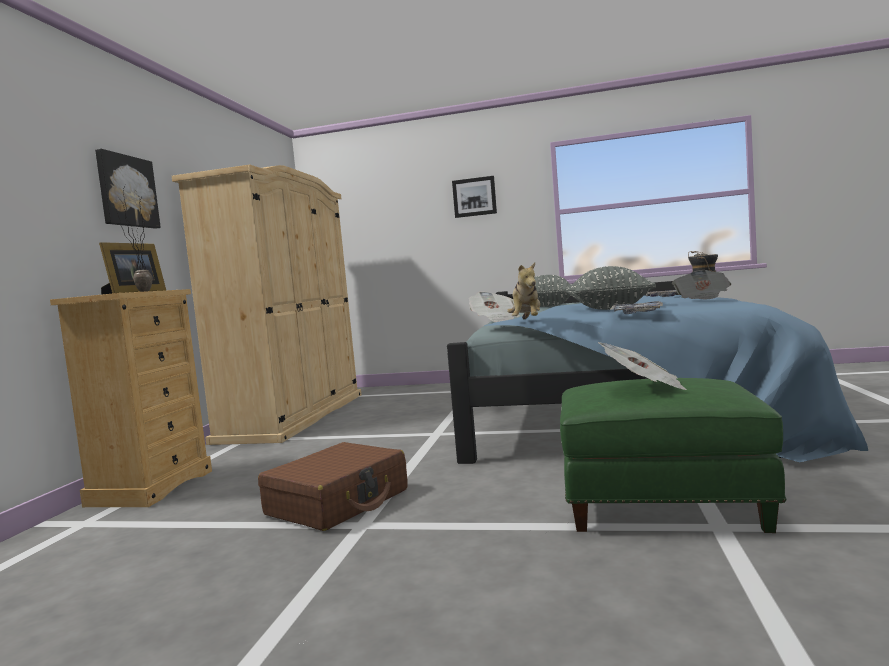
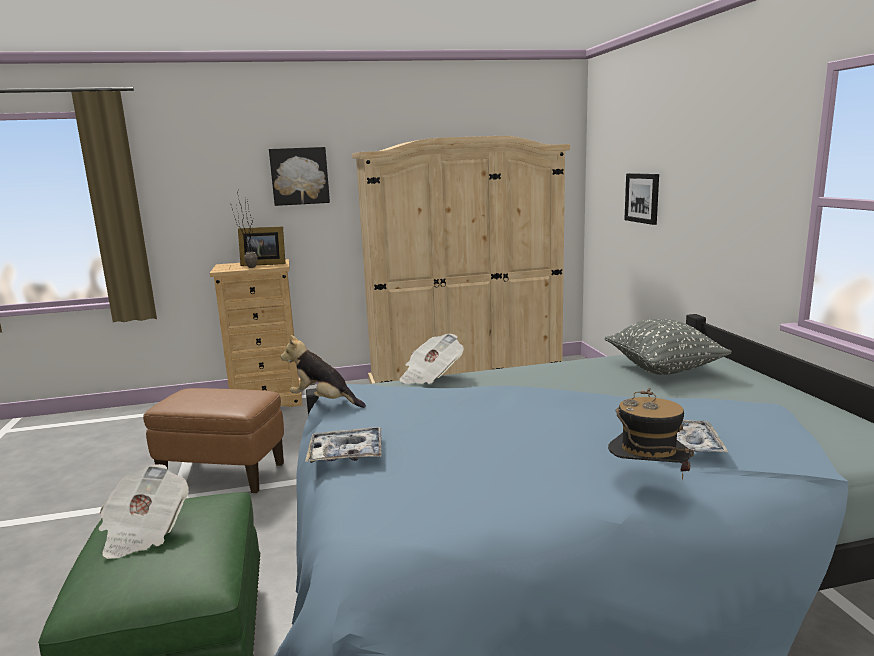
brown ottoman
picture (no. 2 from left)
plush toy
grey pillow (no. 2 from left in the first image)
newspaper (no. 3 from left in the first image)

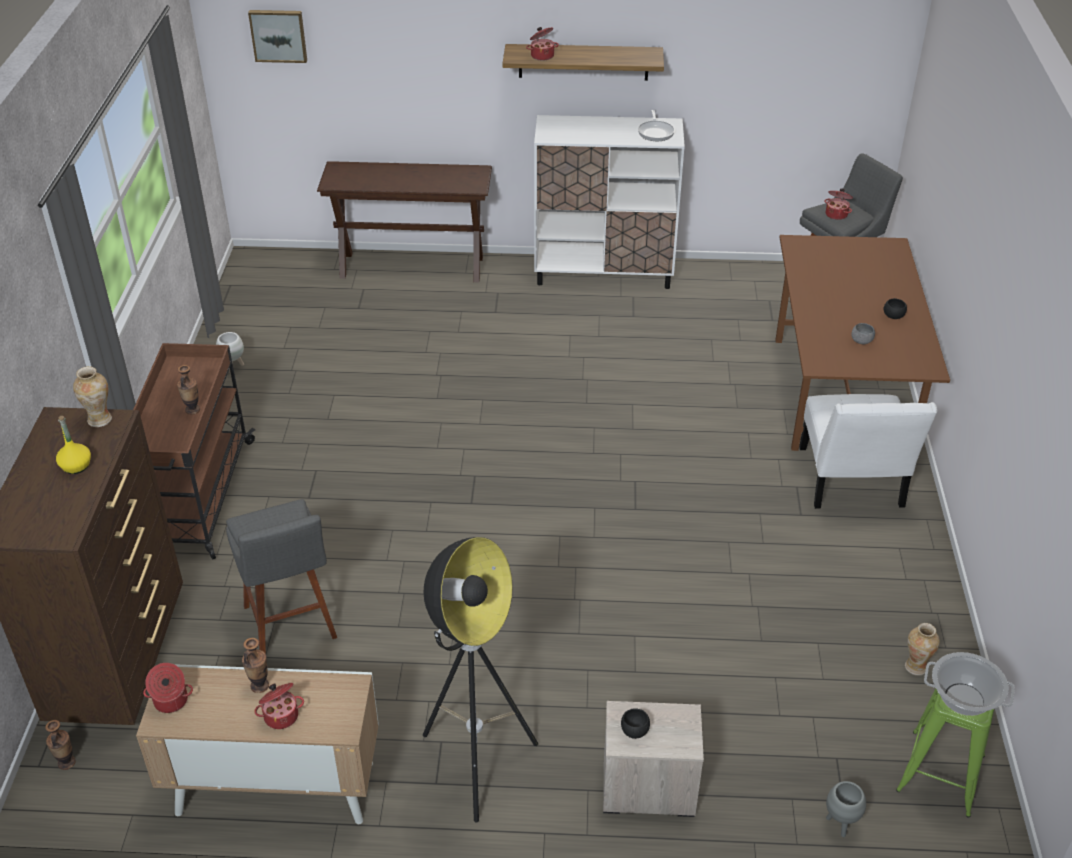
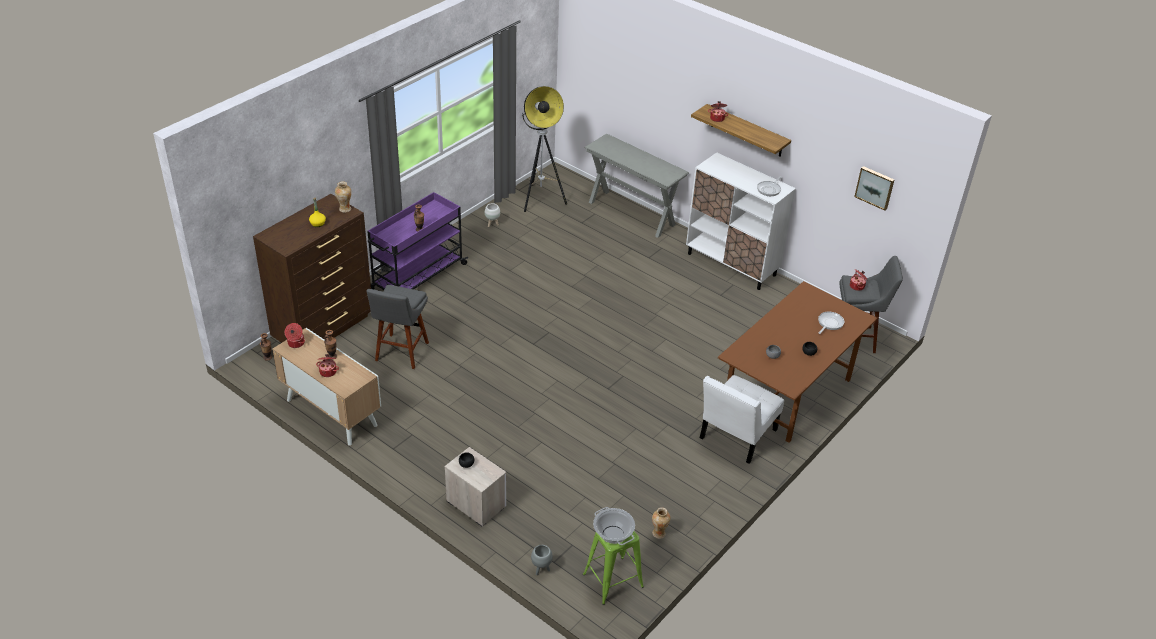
purple cart
picture
grey console table
floor lamp
frying pan (no. 2 from left)

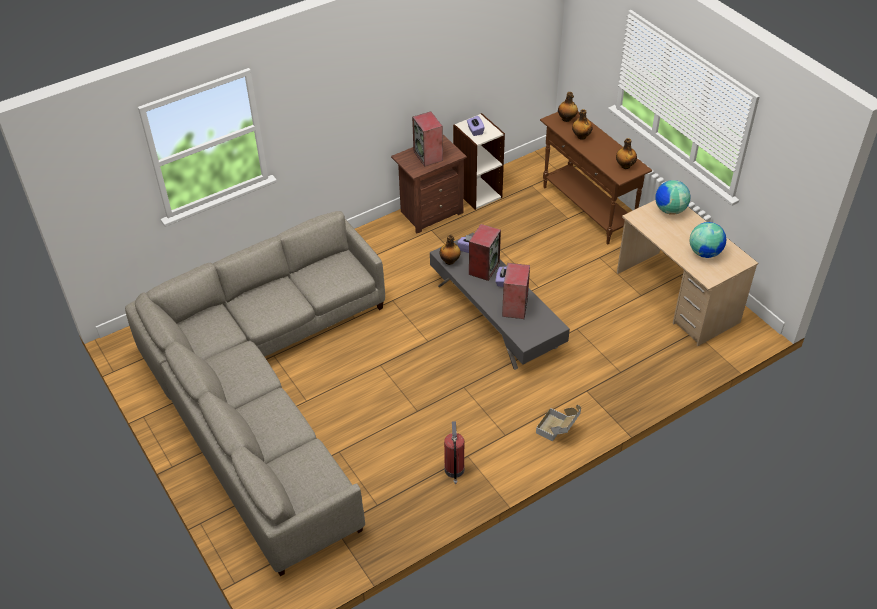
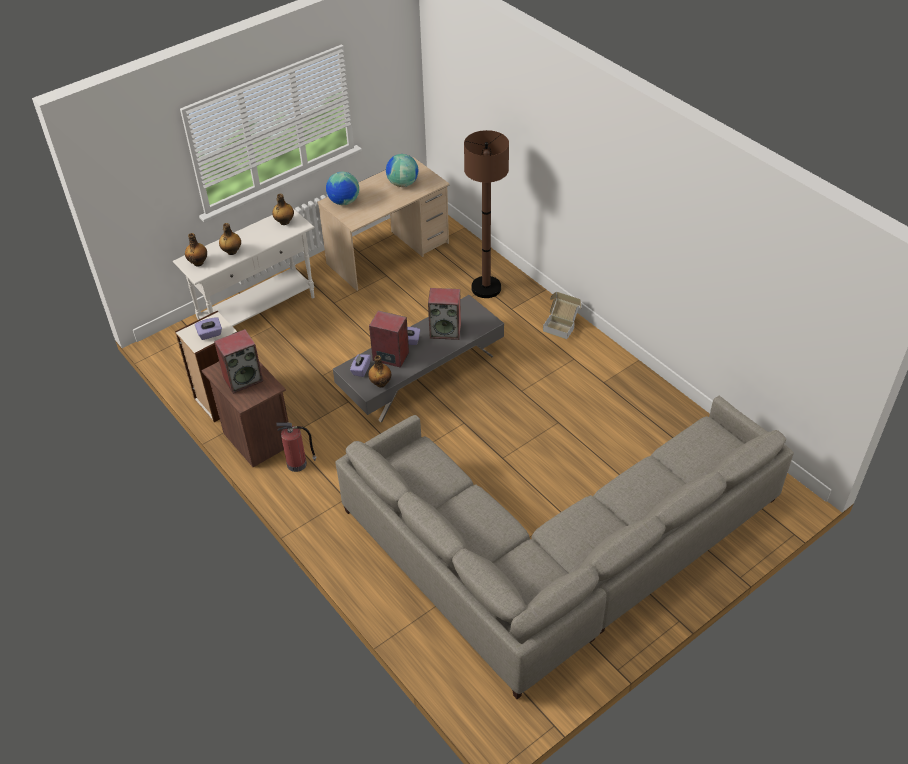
fire extinguisher
white console table
brown floor lamp

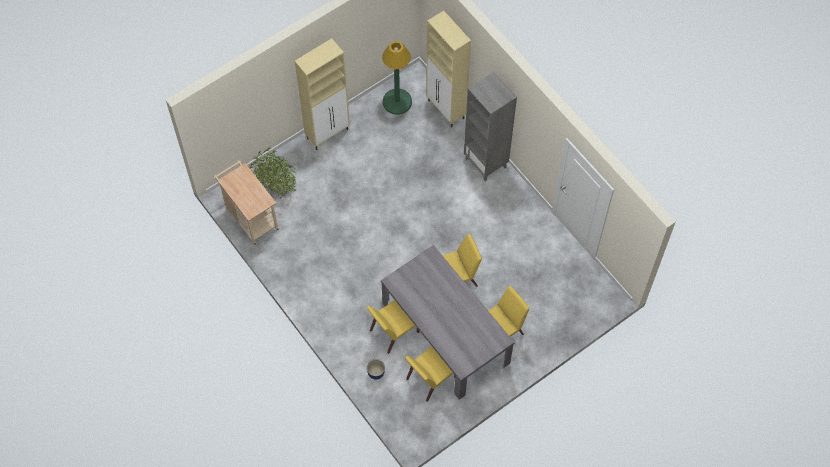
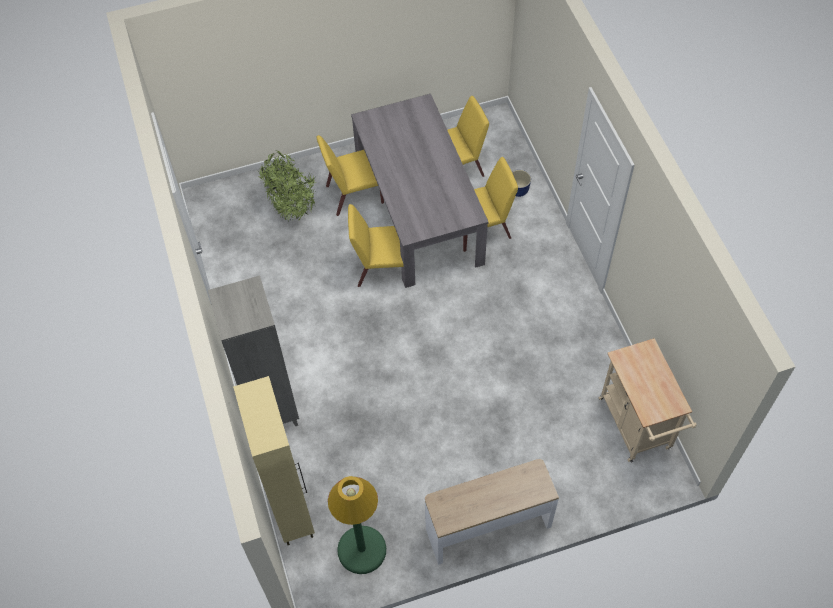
potted plant
console table

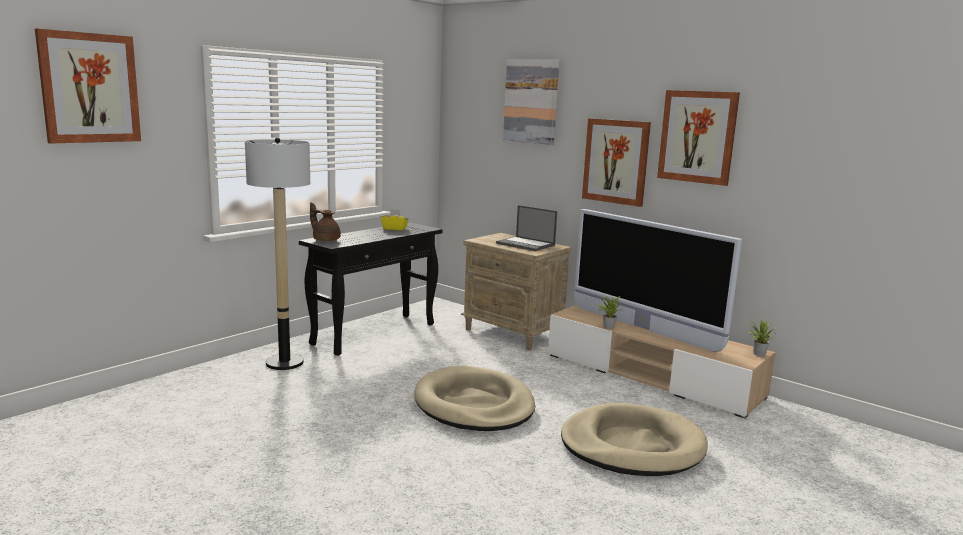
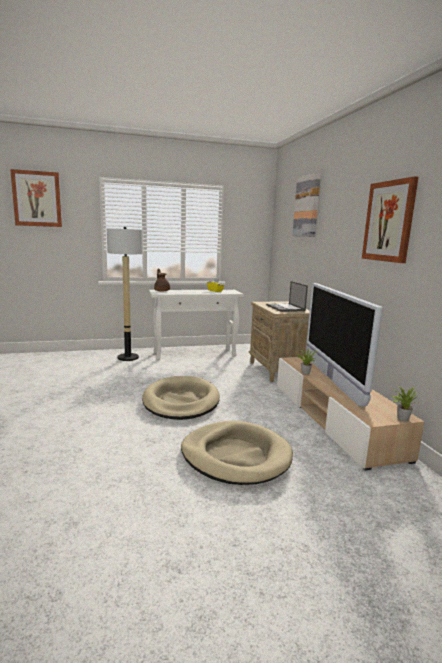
white console table
picture (no. 3 from left in the first image)

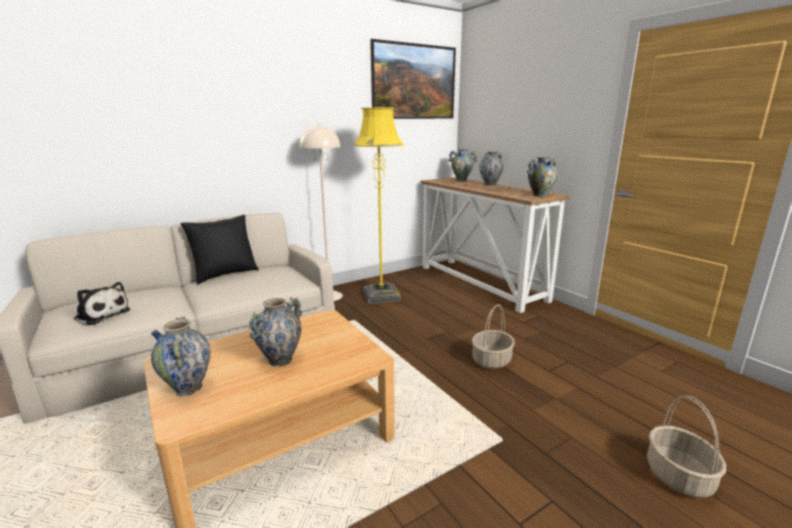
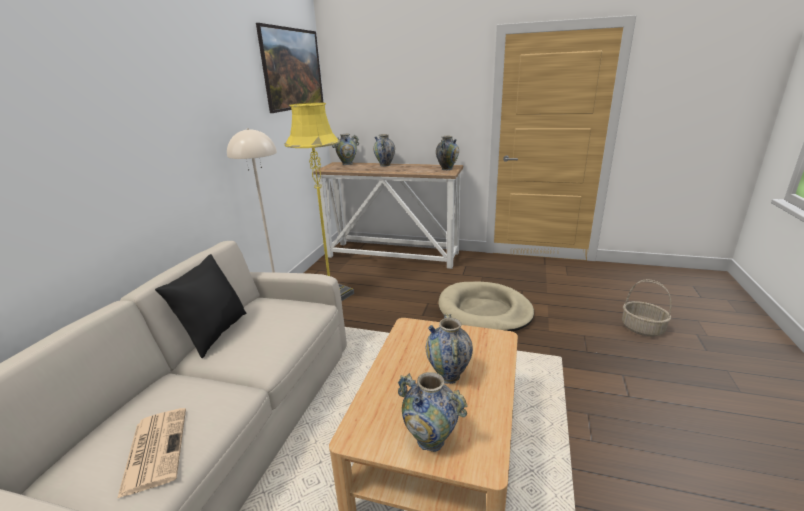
newspaper
beige dog bed

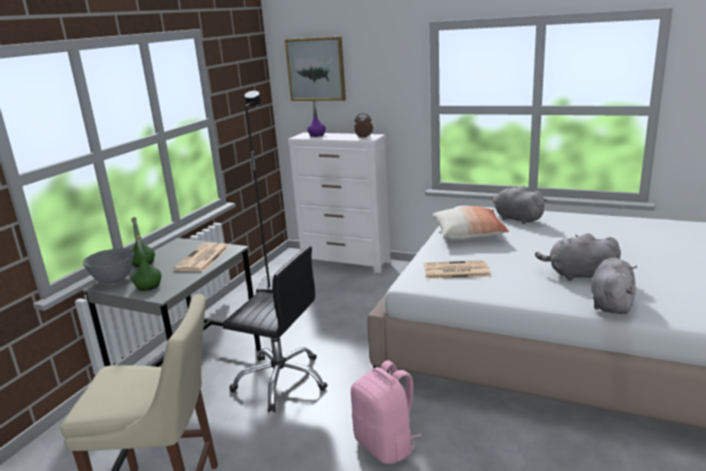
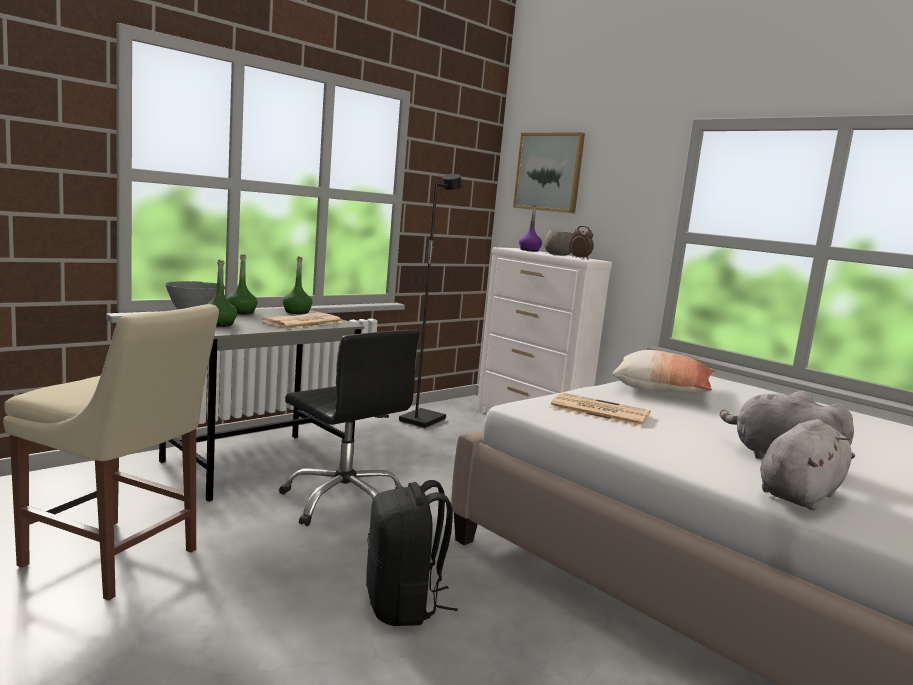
black backpack
grey plush toy (no. 1 from left in the first image)
green bottle (no. 3 from left)
grey bowl (no. 2 from left)

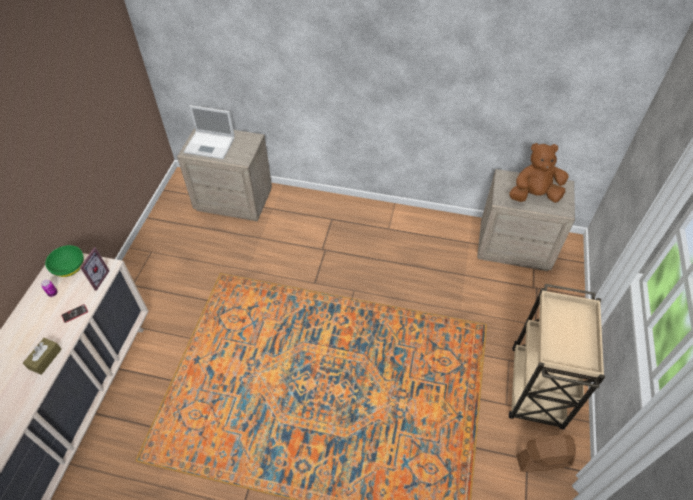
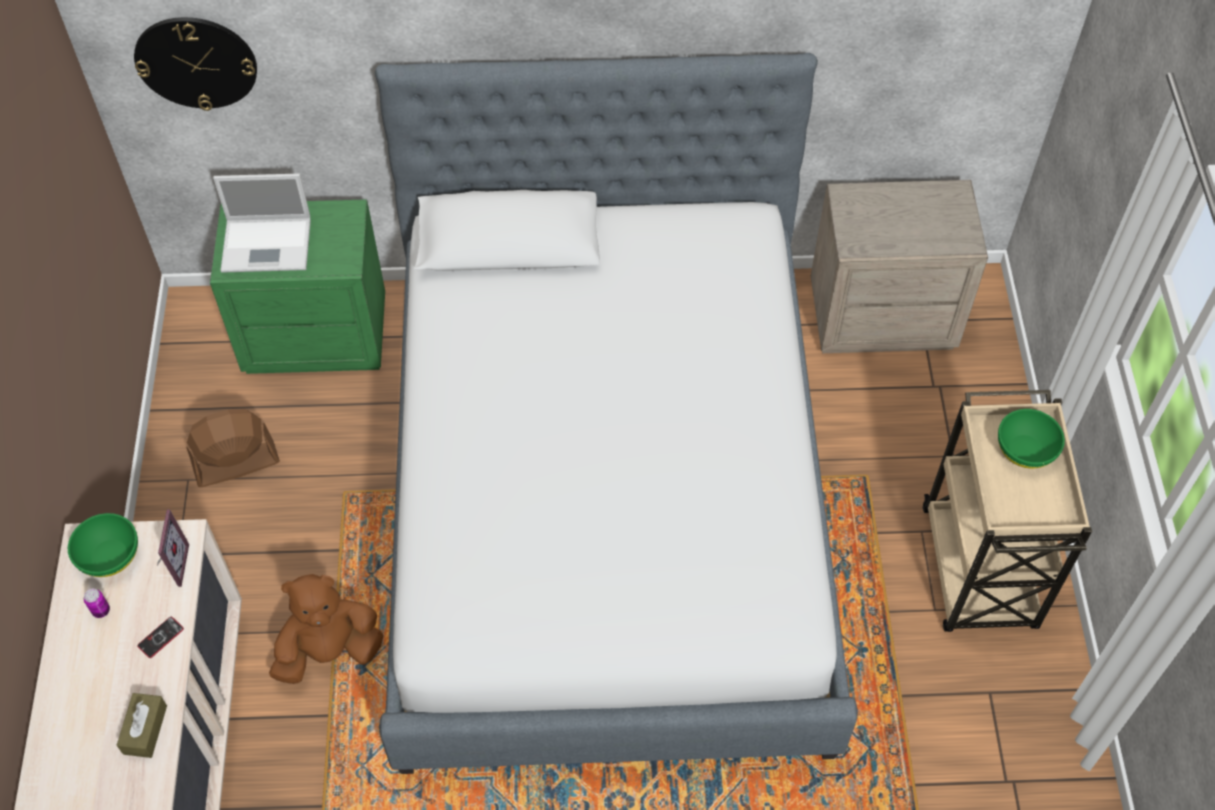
green nightstand
brown plush toy
brown fan
wall clock
bed
green bowl (no. 2 from left)

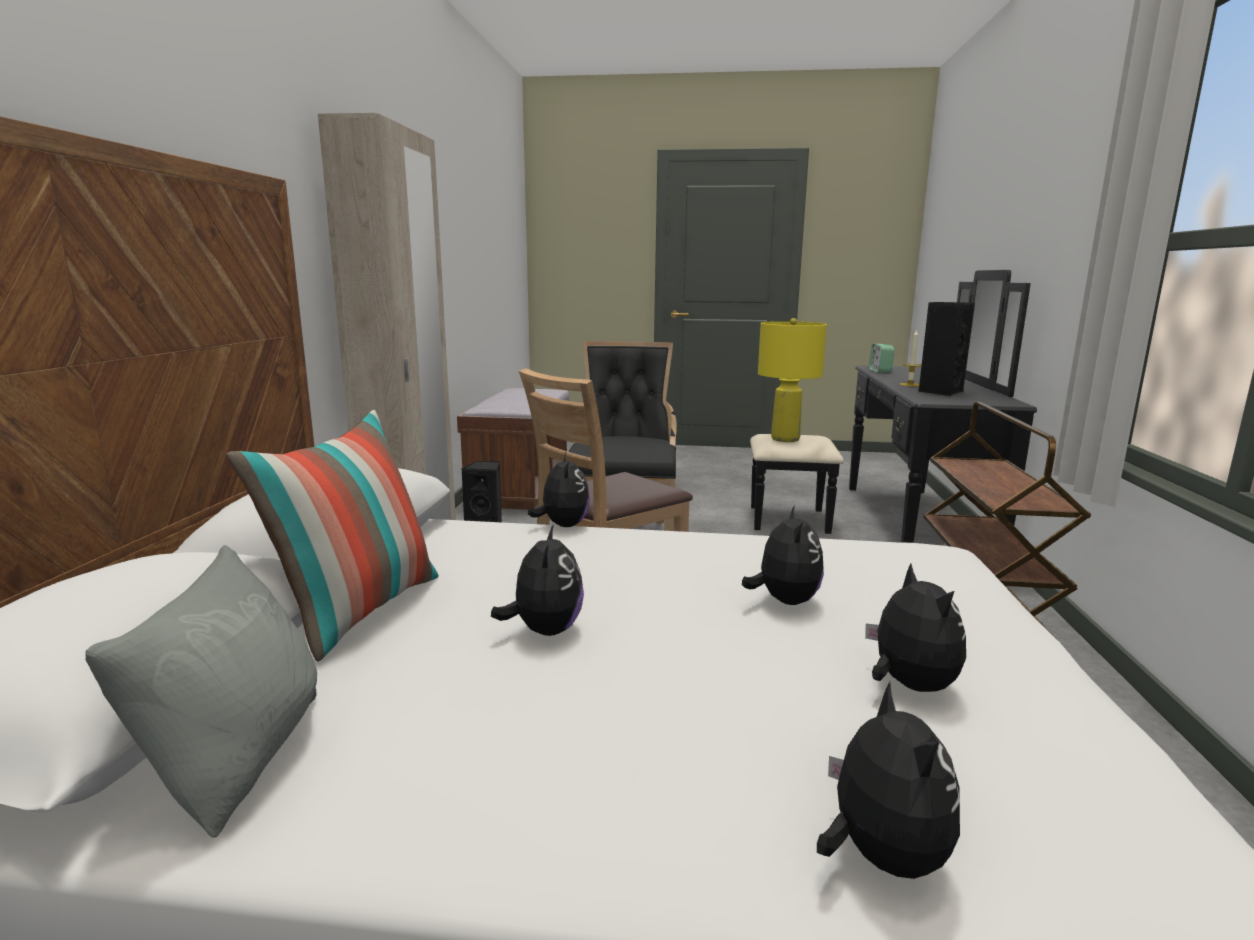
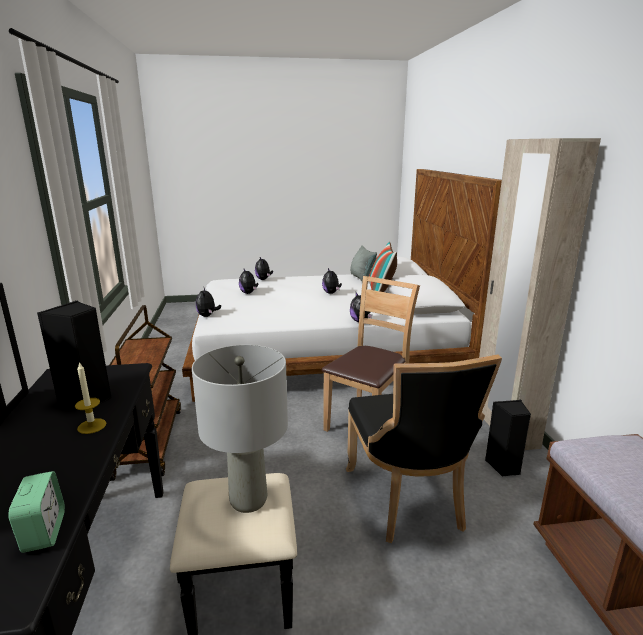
plush toy (no. 1 from left)
grey table lamp

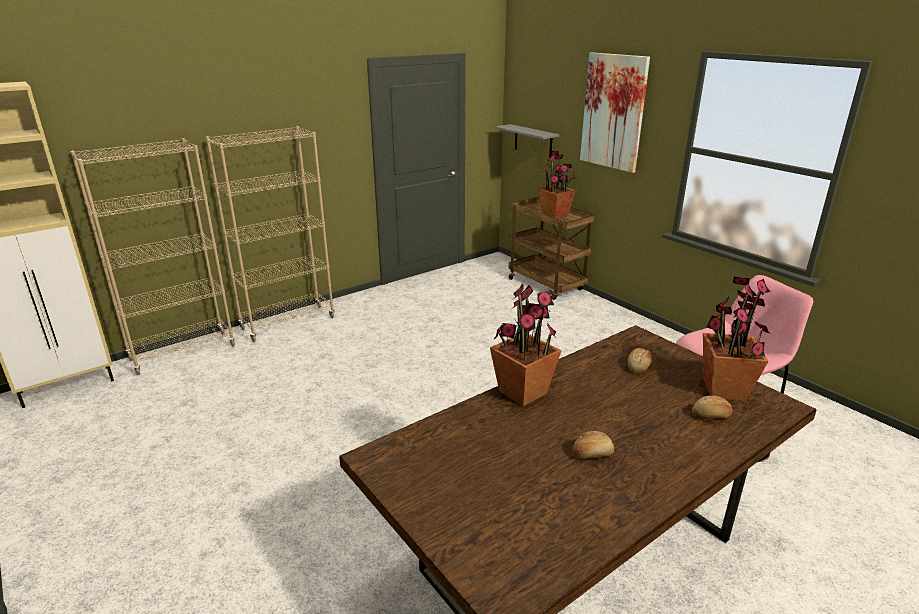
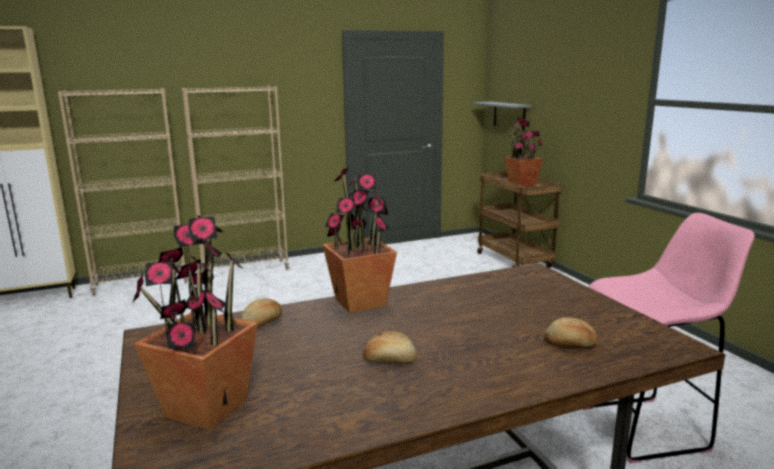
picture
bread (no. 1 from left)
potted plant (no. 1 from left)

